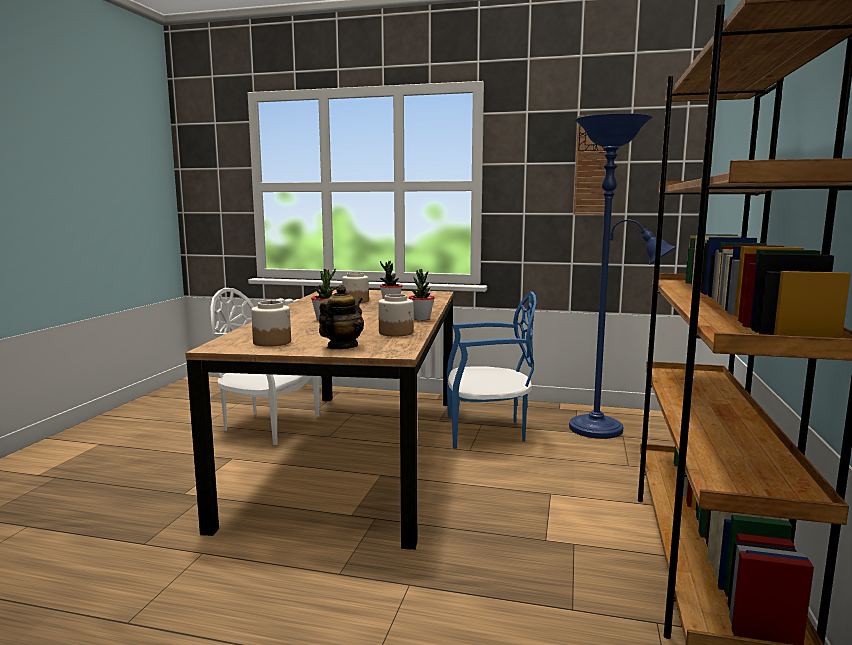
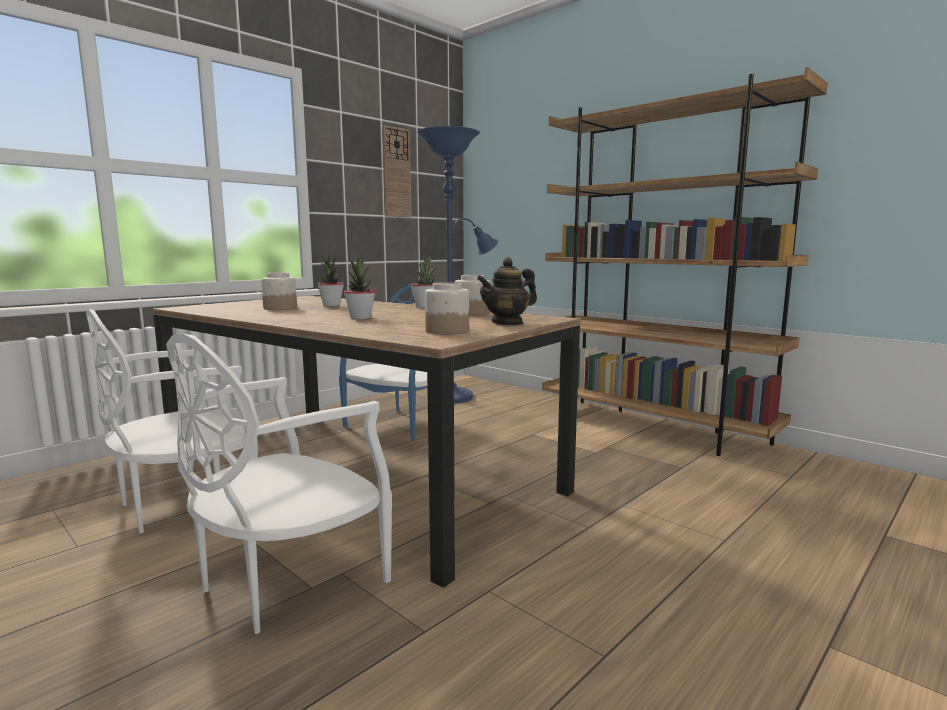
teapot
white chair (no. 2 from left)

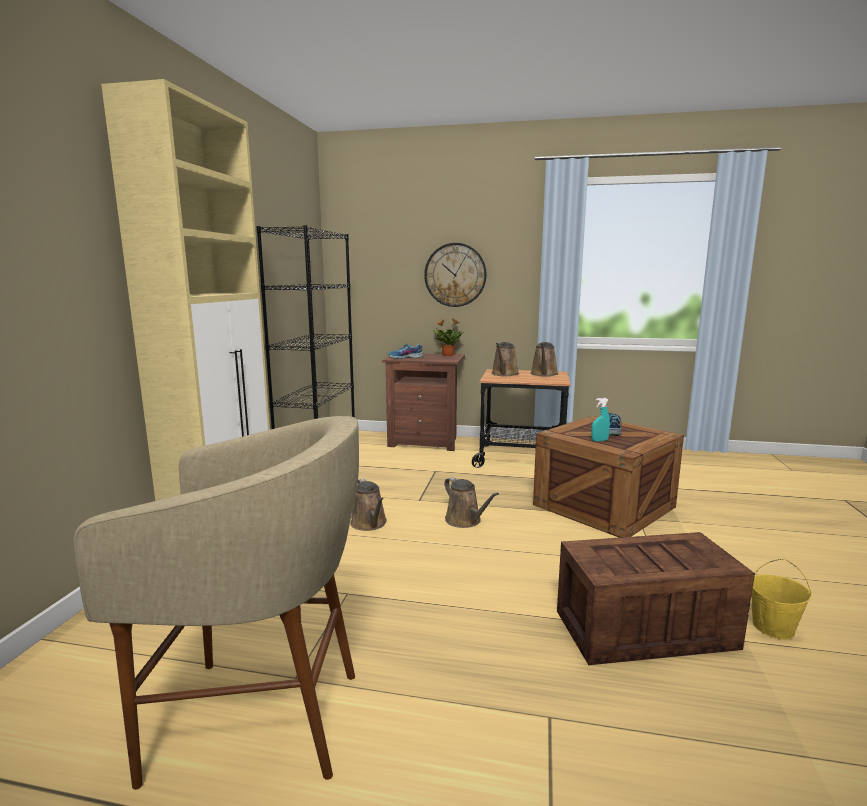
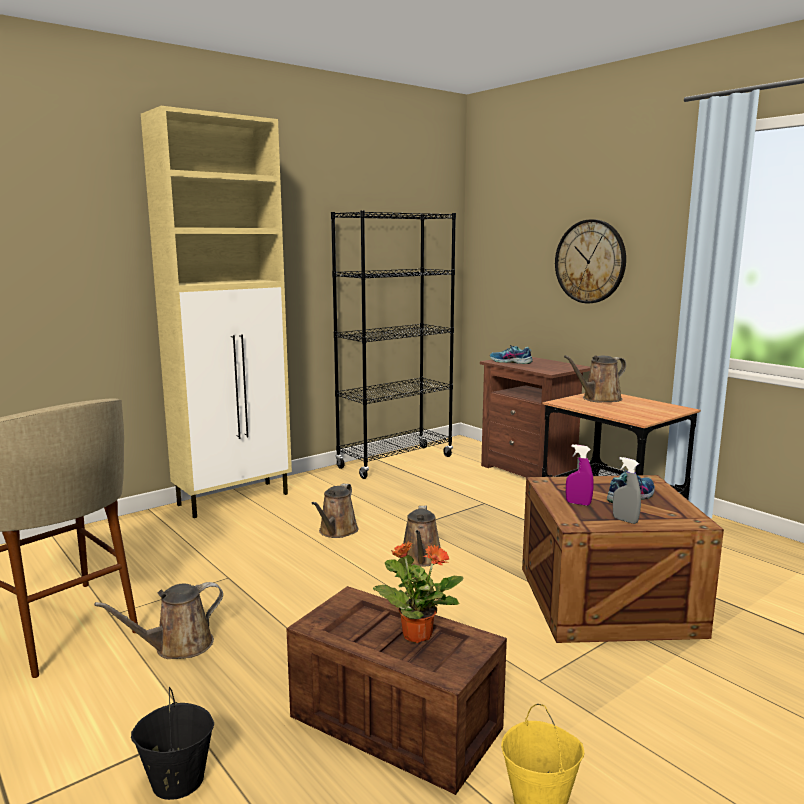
potted plant
brown watering can (no. 1 from left)
purple spray bottle
black bucket
grey spray bottle

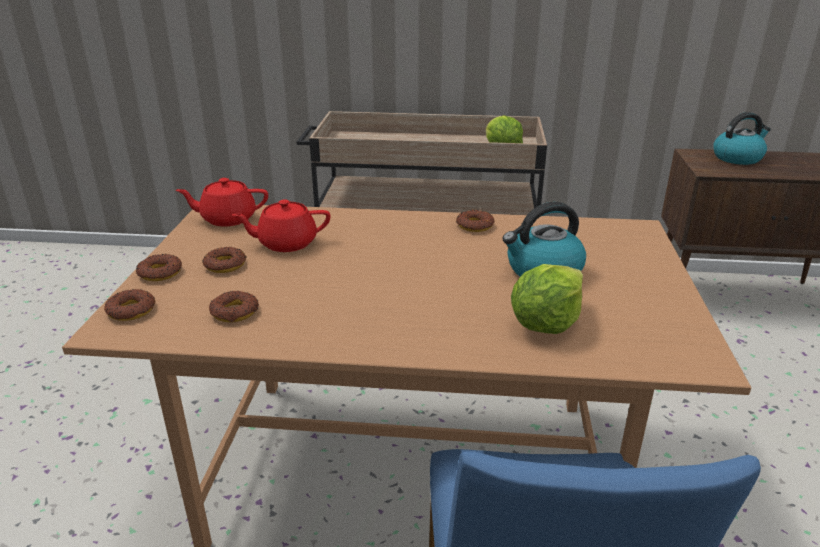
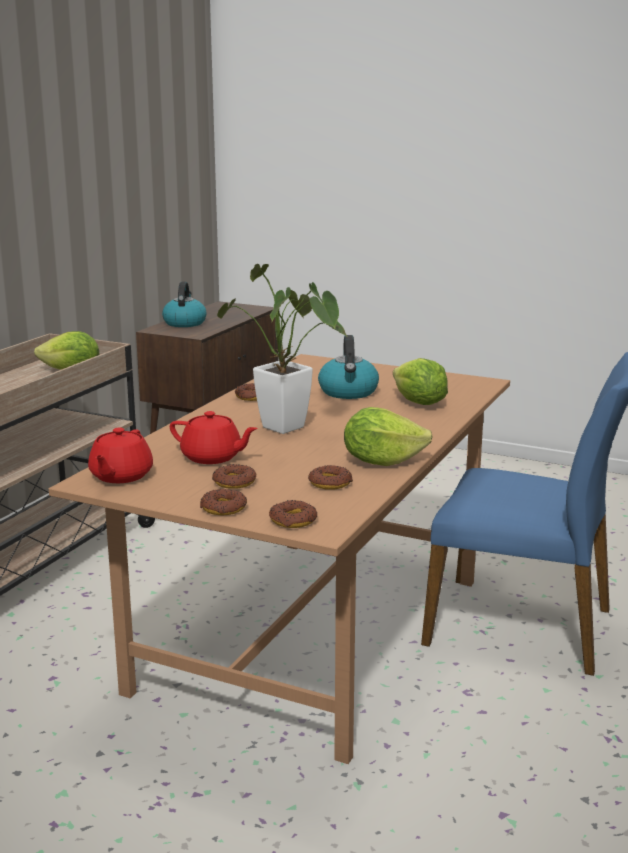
red teapot (no. 2 from left)
potted plant
lettuce (no. 2 from left)

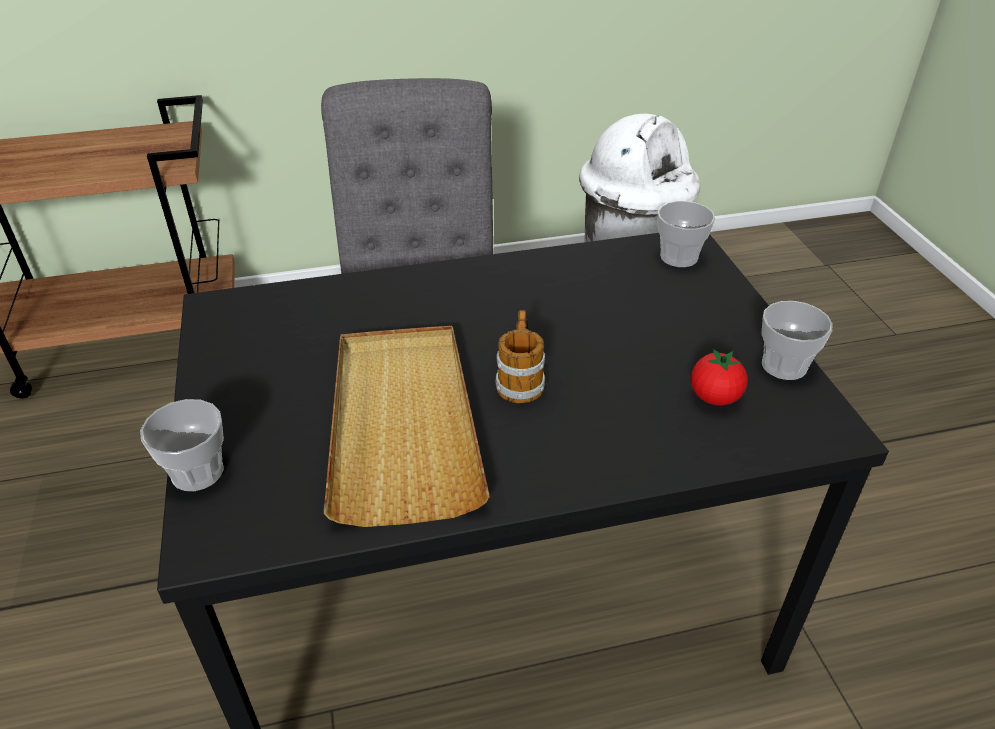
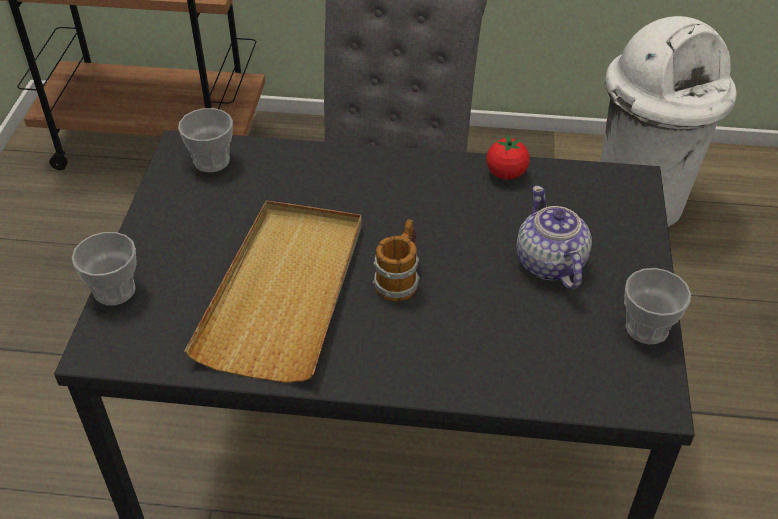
cup (no. 2 from left)
tomato
teapot

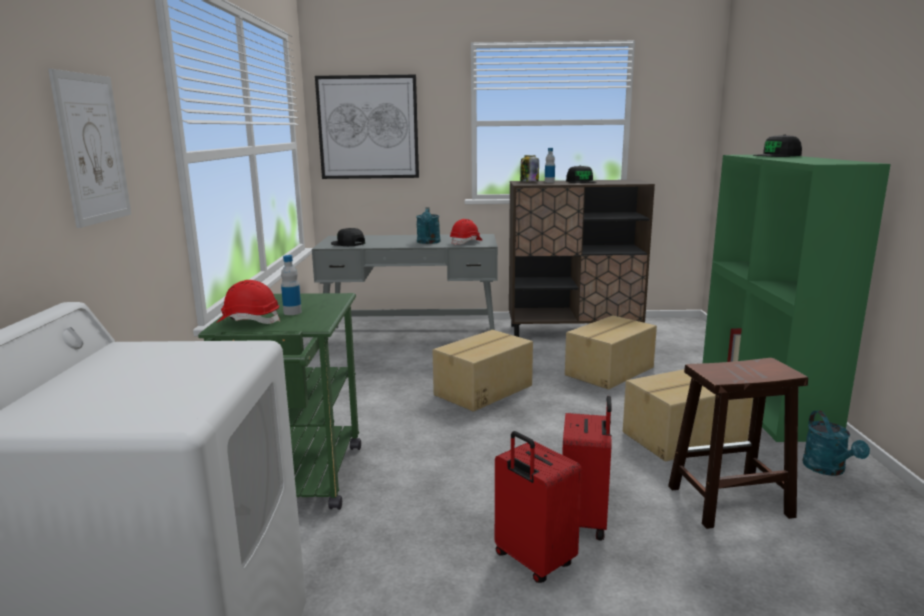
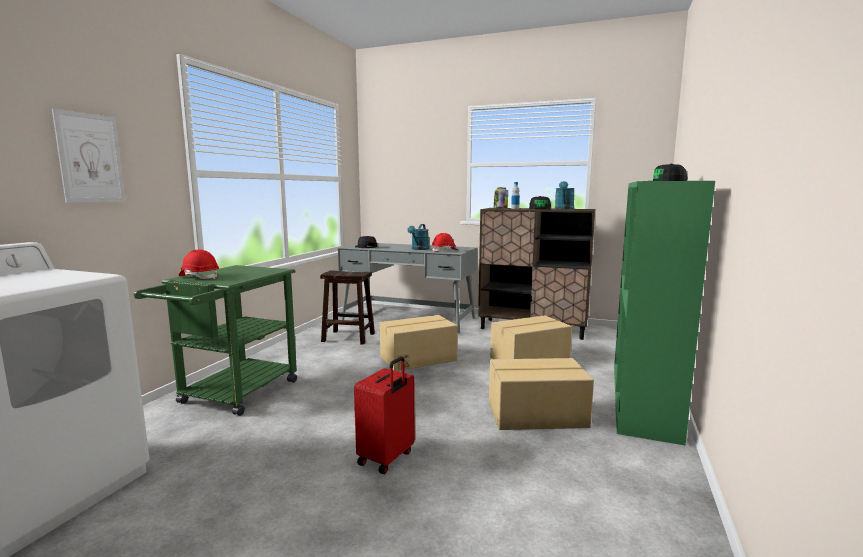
bottle (no. 1 from left in the first image)
picture (no. 2 from left in the first image)
red suitcase (no. 1 from left in the first image)
brown stool
turquoise watering can (no. 2 from left)

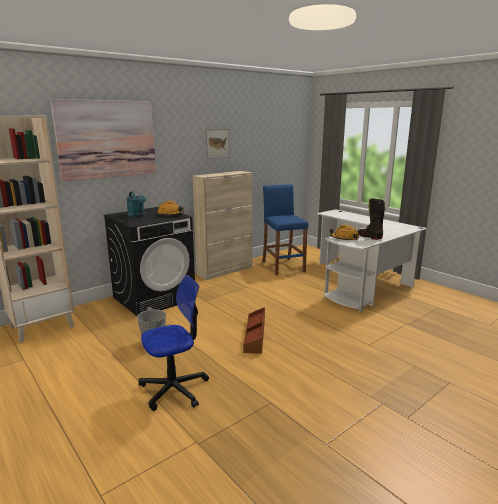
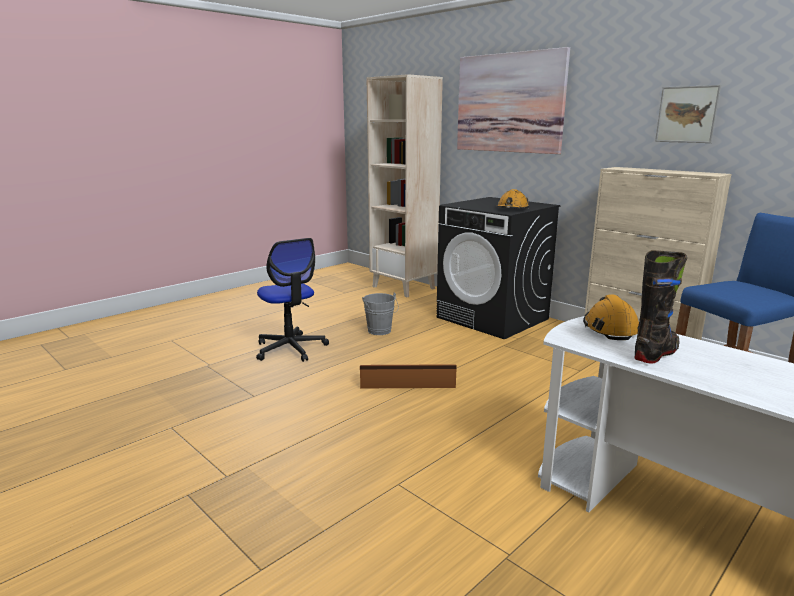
turquoise watering can

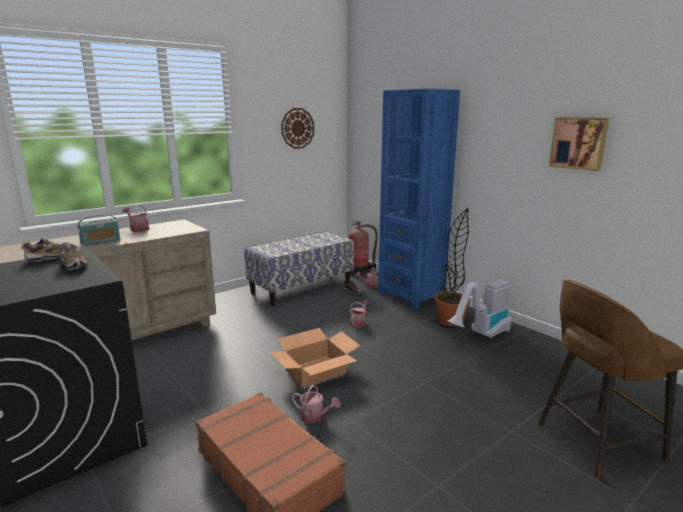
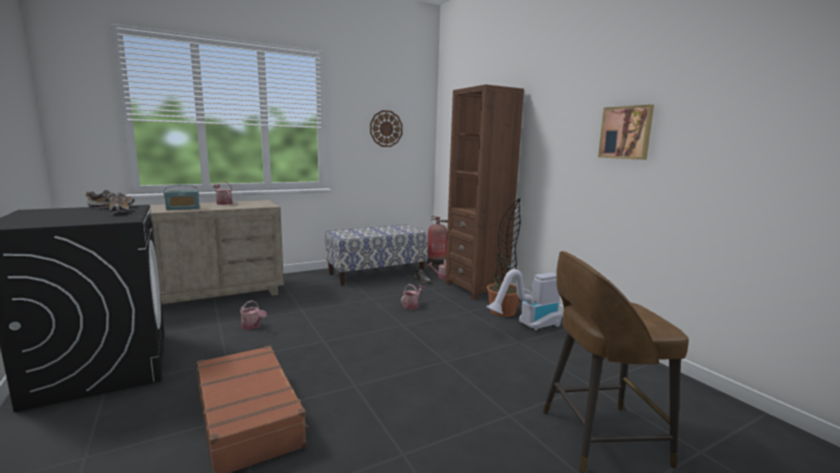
cardboard box
watering can (no. 2 from left)
brown bookcase

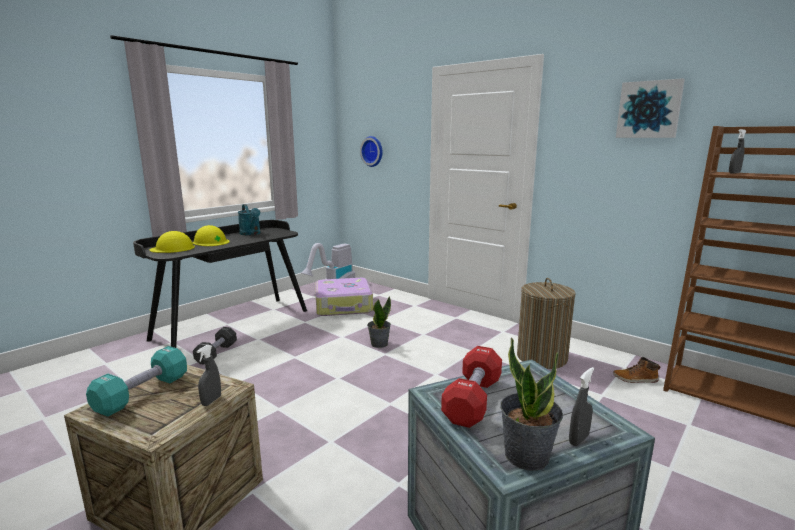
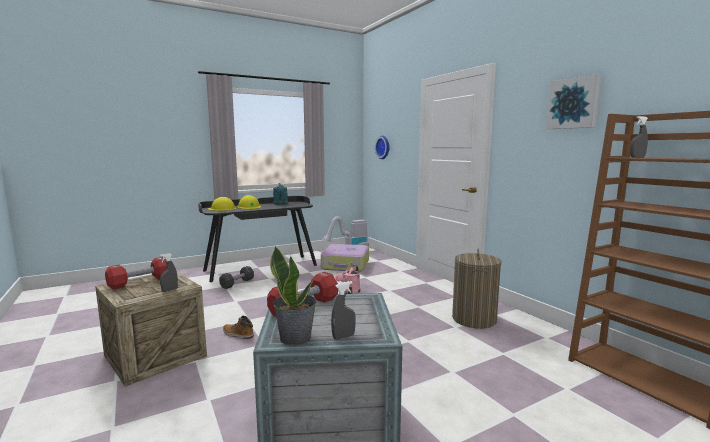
red dumbbell (no. 1 from left)
pink watering can
boot

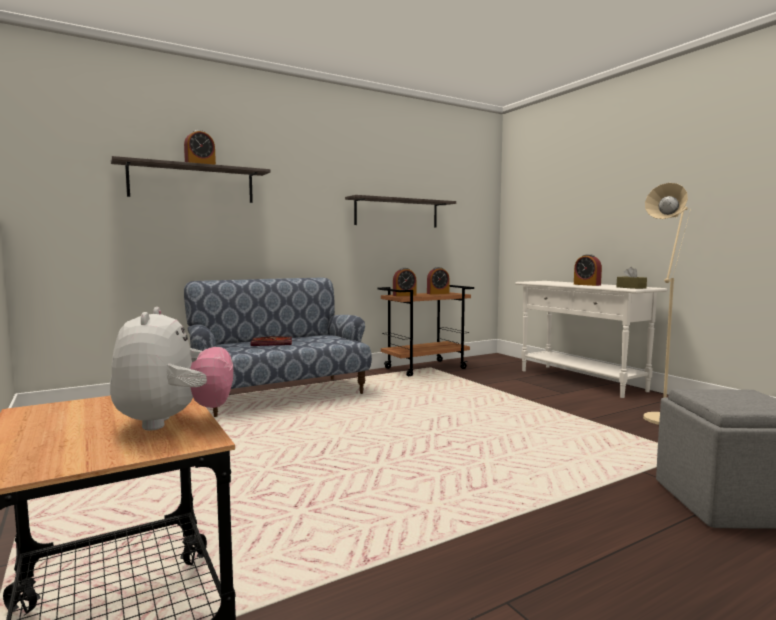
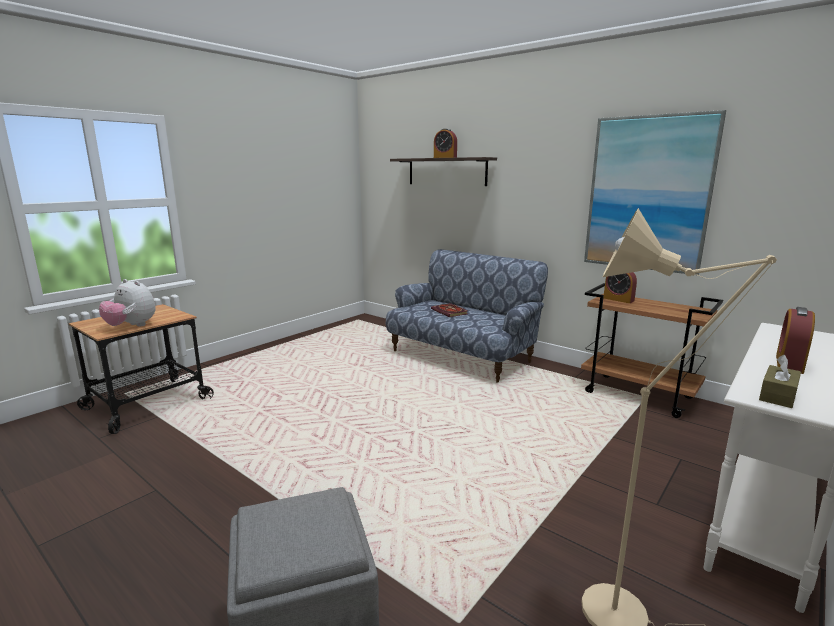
plush toy
picture
alarm clock (no. 3 from left in the first image)

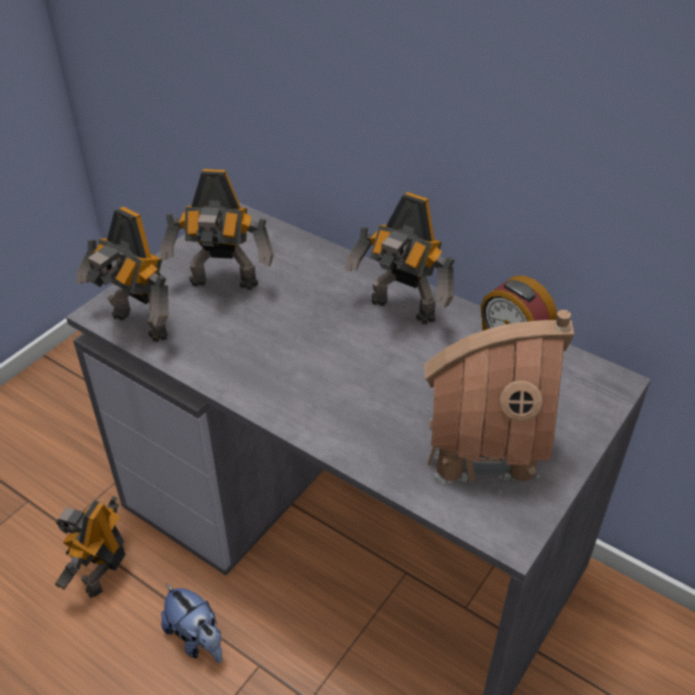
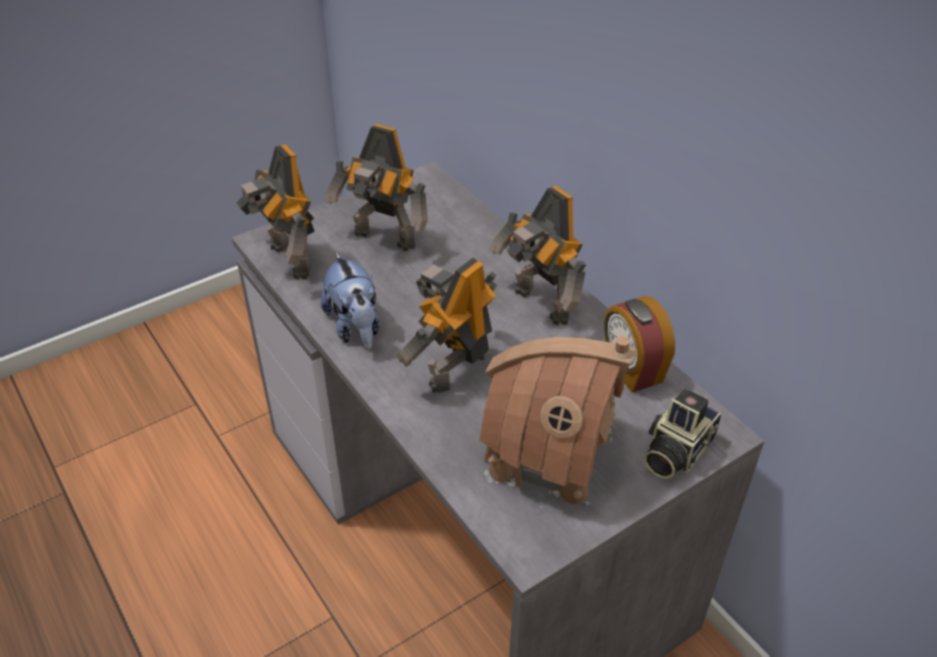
toy robot (no. 3 from left)
plush toy
photo camera

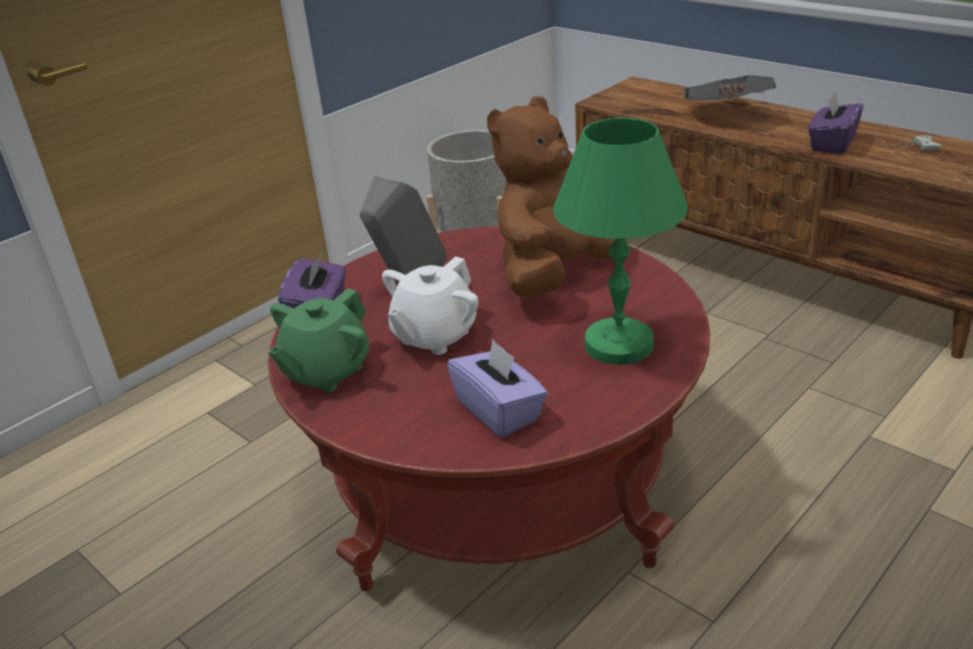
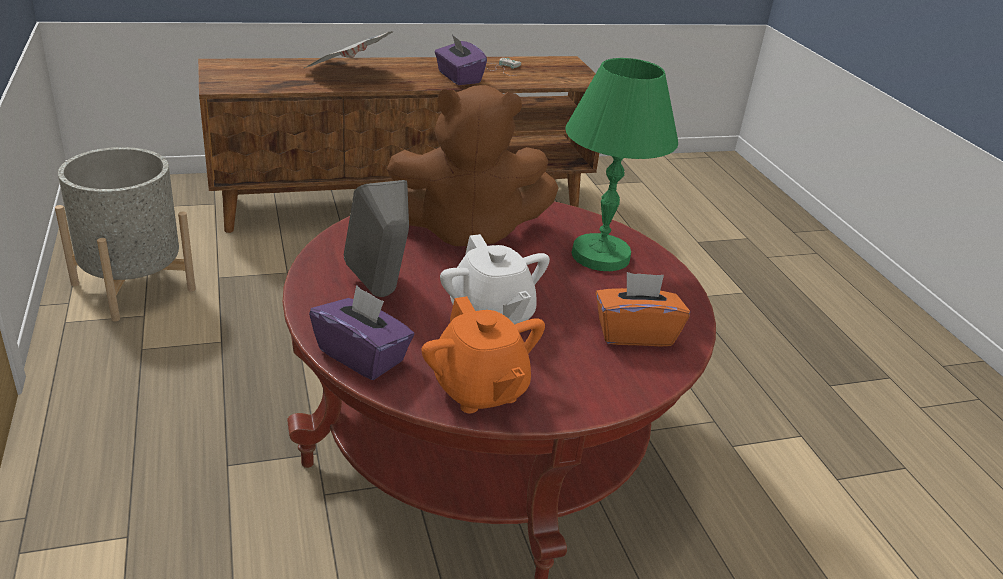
orange teapot
orange tissue box
brown plush toy

